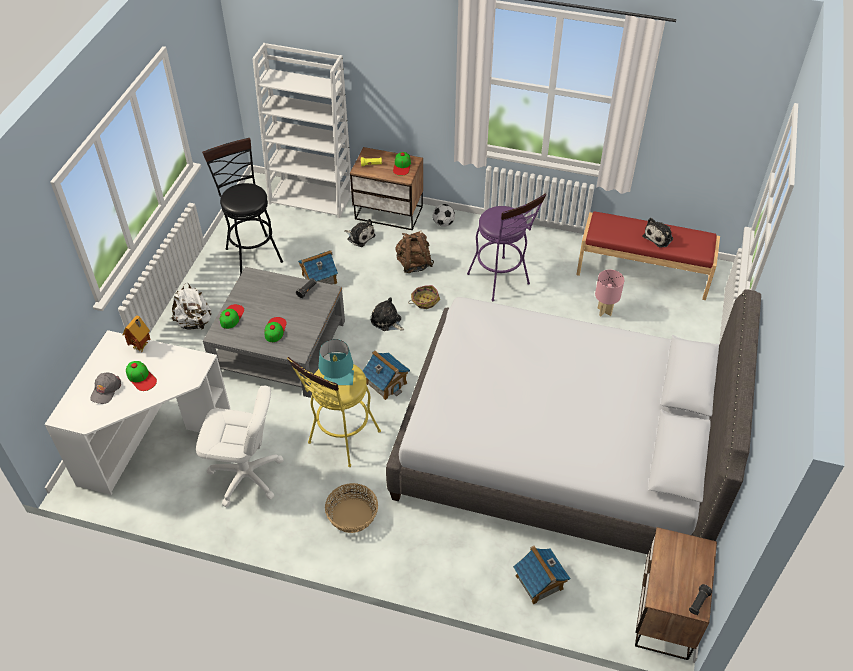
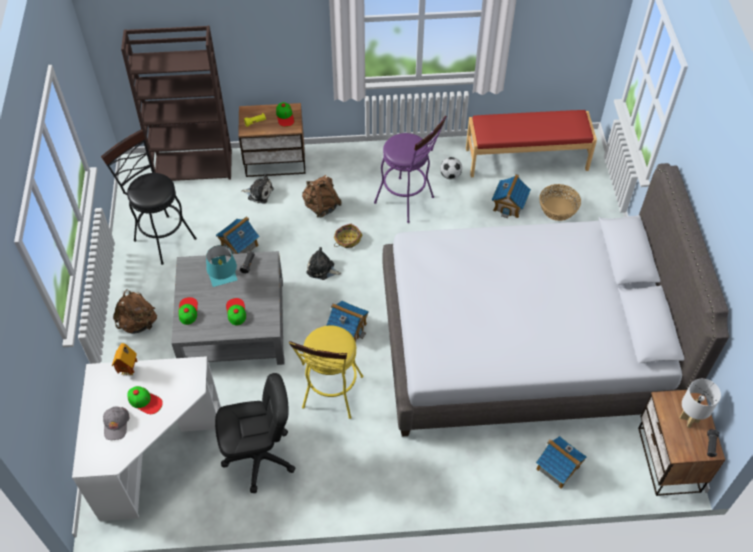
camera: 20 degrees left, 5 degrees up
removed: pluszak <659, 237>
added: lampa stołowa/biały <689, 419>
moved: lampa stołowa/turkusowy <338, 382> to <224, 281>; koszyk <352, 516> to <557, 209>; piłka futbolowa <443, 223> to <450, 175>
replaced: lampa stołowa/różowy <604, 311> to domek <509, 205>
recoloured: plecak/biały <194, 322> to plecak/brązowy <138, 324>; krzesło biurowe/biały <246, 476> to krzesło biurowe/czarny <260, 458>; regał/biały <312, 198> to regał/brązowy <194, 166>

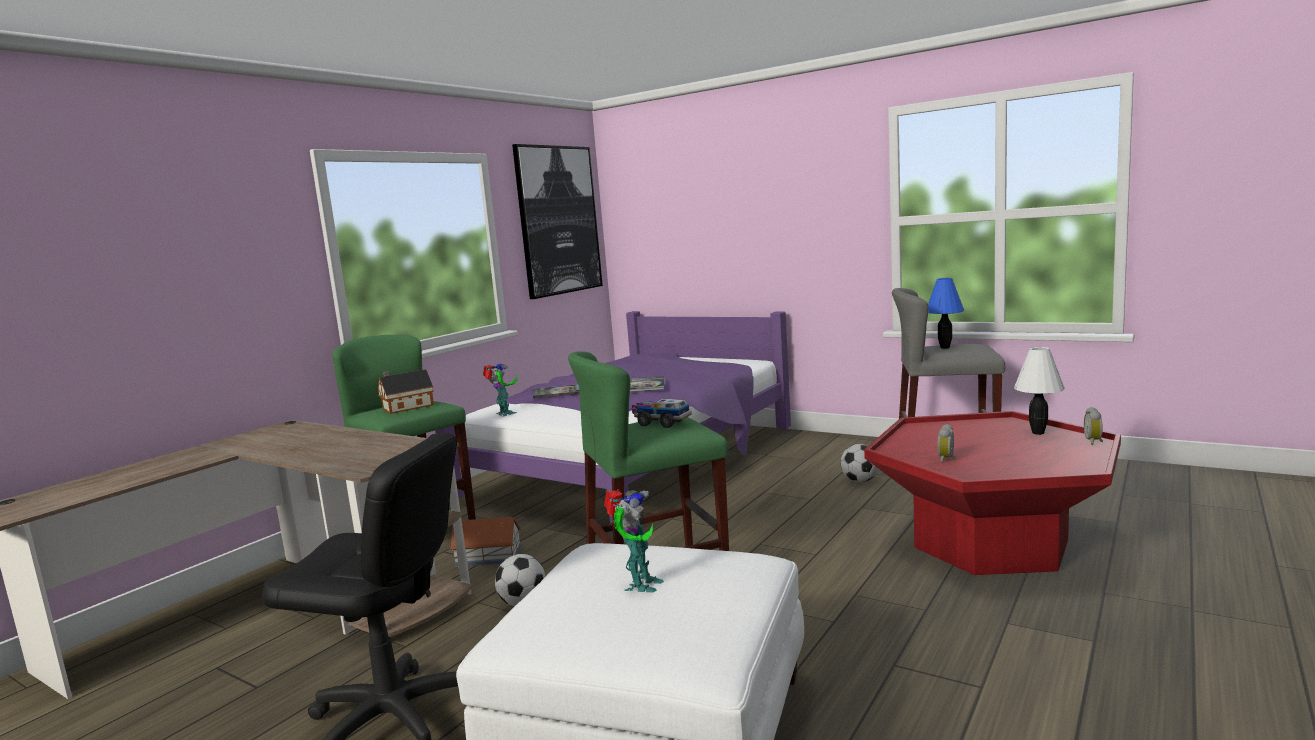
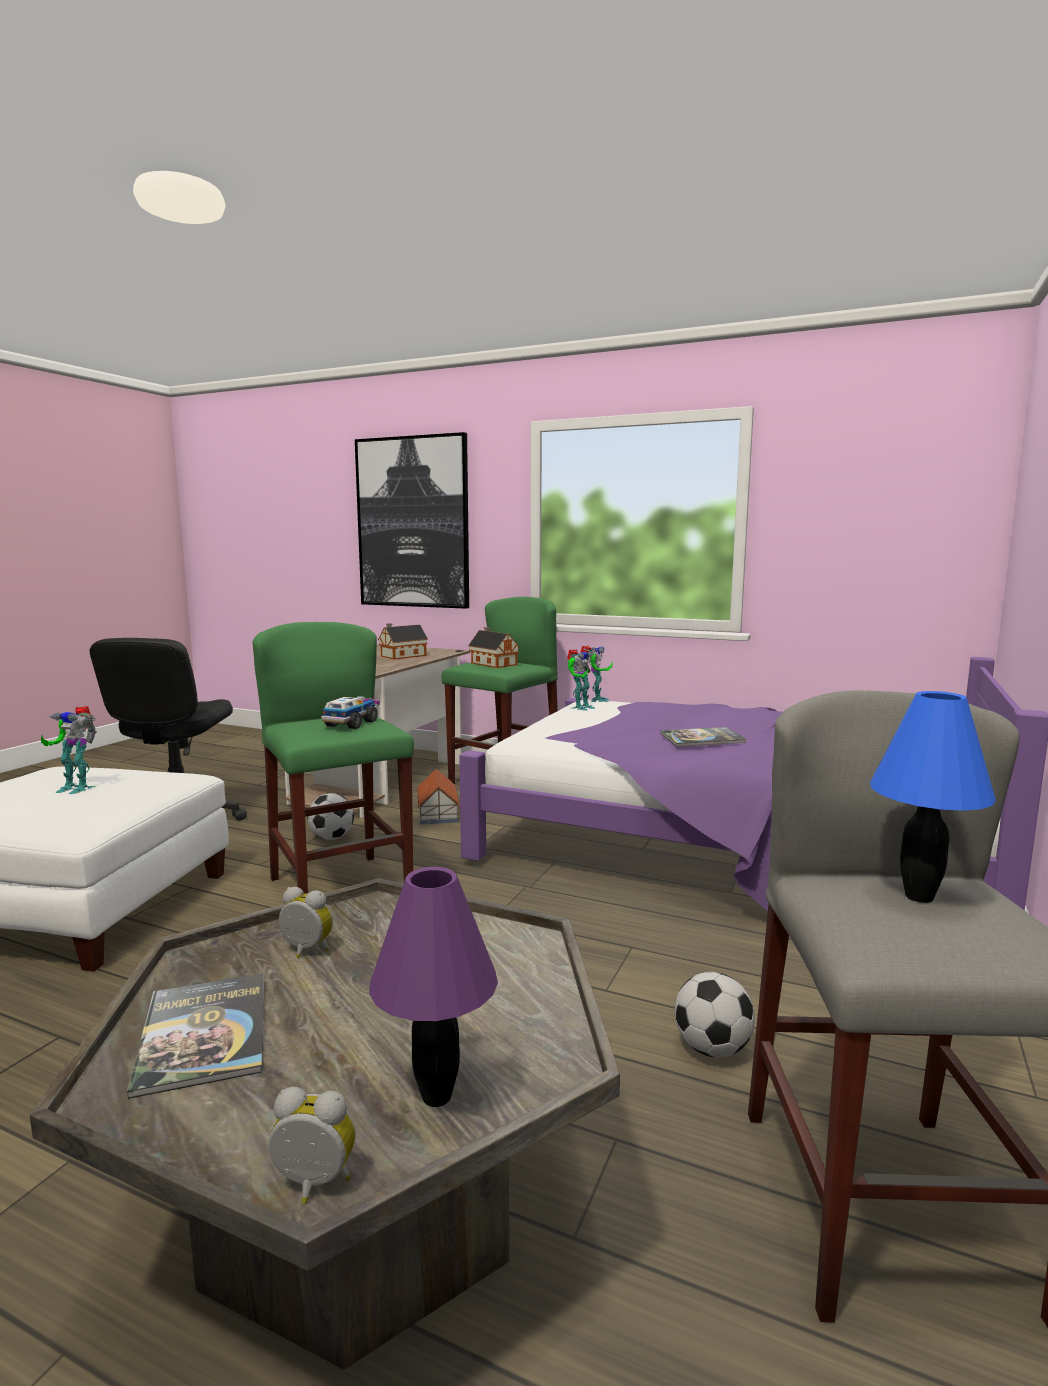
camera: 80 degrees right, 0 degrees up
added: domek <401, 656>; robot zabawkowy <596, 700>
moved: obraz <558, 220> to <413, 523>; książka <557, 392> to <204, 1033>
recoloured: ława/czerwony <991, 544> to ława/szary <363, 1203>; lampa stołowa/biały <1038, 433> to lampa stołowa/fioletowy <436, 1097>

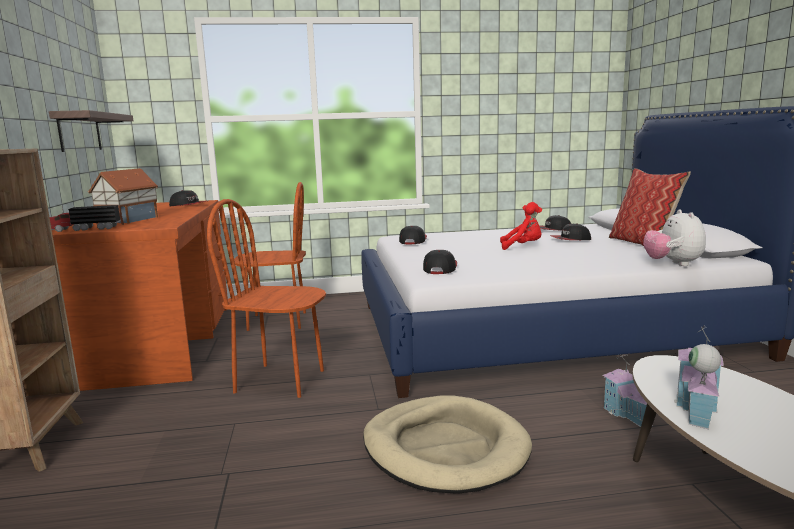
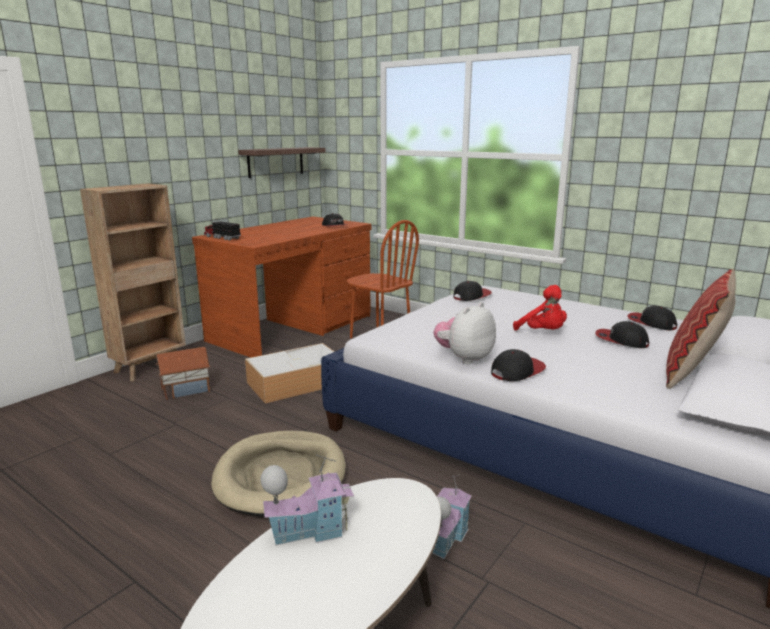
camera: 45 degrees right, 5 degrees up
moved: domek <127, 220> to <185, 390>; czapka z daszkiem <439, 268> to <517, 371>; pluszak <672, 264> to <464, 358>
replaced: krzesło/brązowy <280, 380> to pojemnik do przechowywania <297, 382>

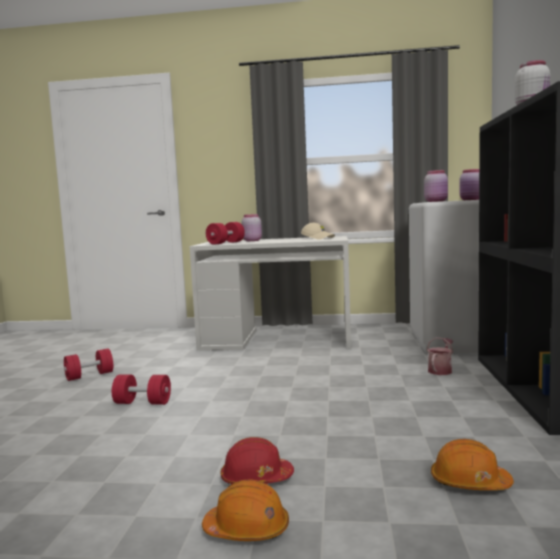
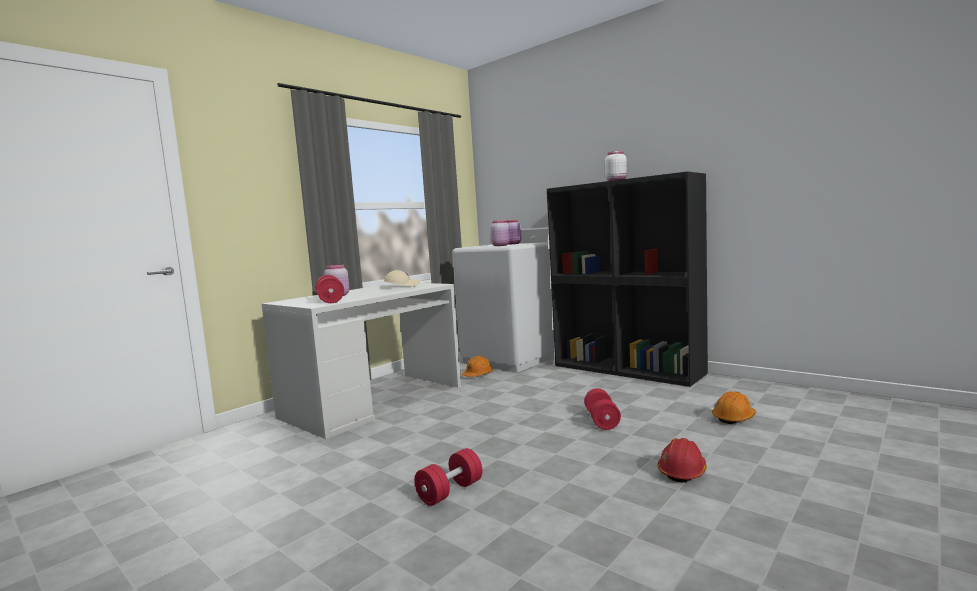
camera: 55 degrees left, 0 degrees up
removed: konewka <441, 370>
moved: hantel/czerwony <89, 376> to <602, 421>; kask/pomarańczowy <247, 529> to <478, 375>

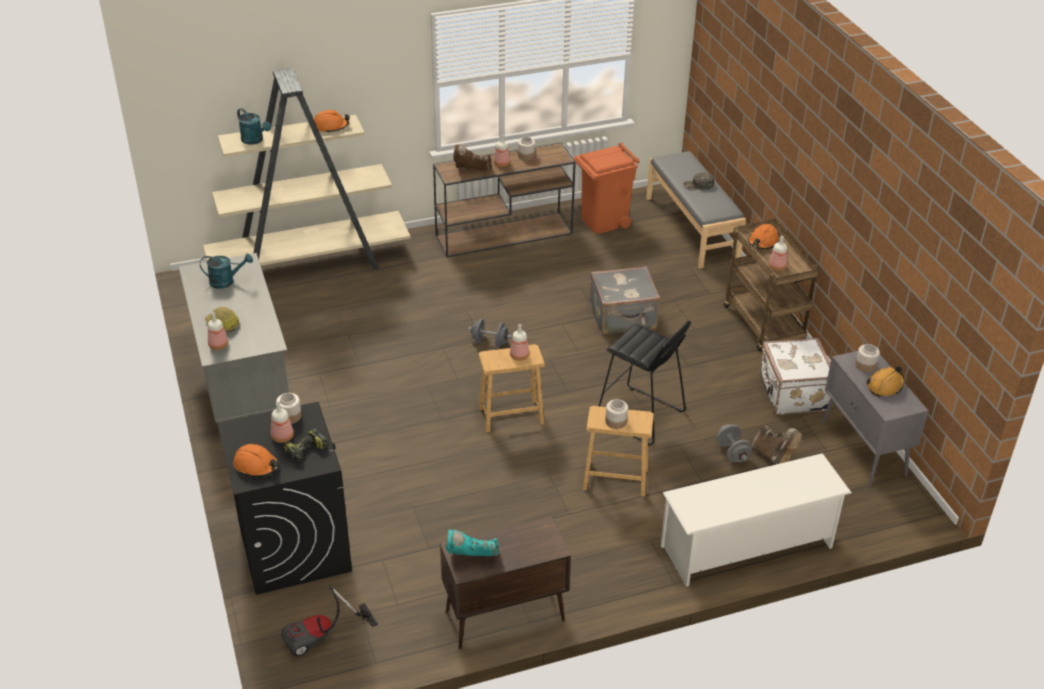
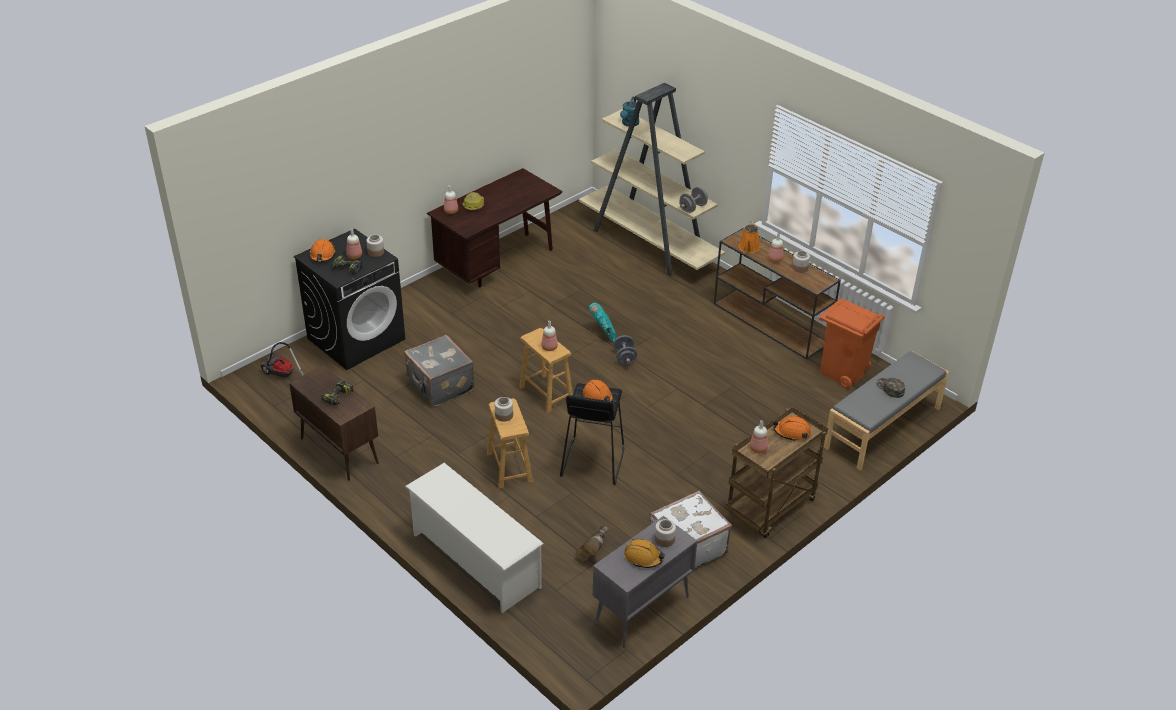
camera: 65 degrees right, 0 degrees up
removed: konewka/turkusowy <226, 281>
added: wiertarka <338, 398>
moved: kask/pomarańczowy <330, 127> to <598, 397>; but z cholewką/turkusowy <470, 558> to <604, 333>; walizka/szary <623, 318> to <439, 386>; hantel/szary <732, 452> to <693, 208>
replaced: but z cholewką/brązowy <471, 172> to konewka/pomarańczowy <749, 248>
recoloured: biurko/szary <242, 382> to biurko/brązowy <497, 263>

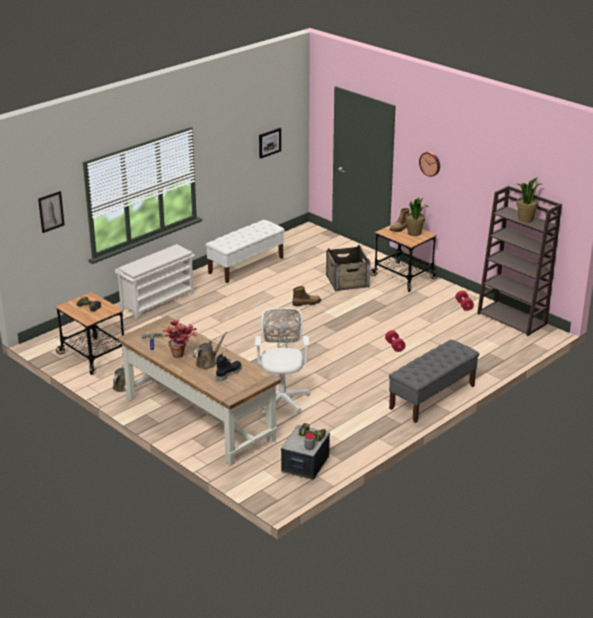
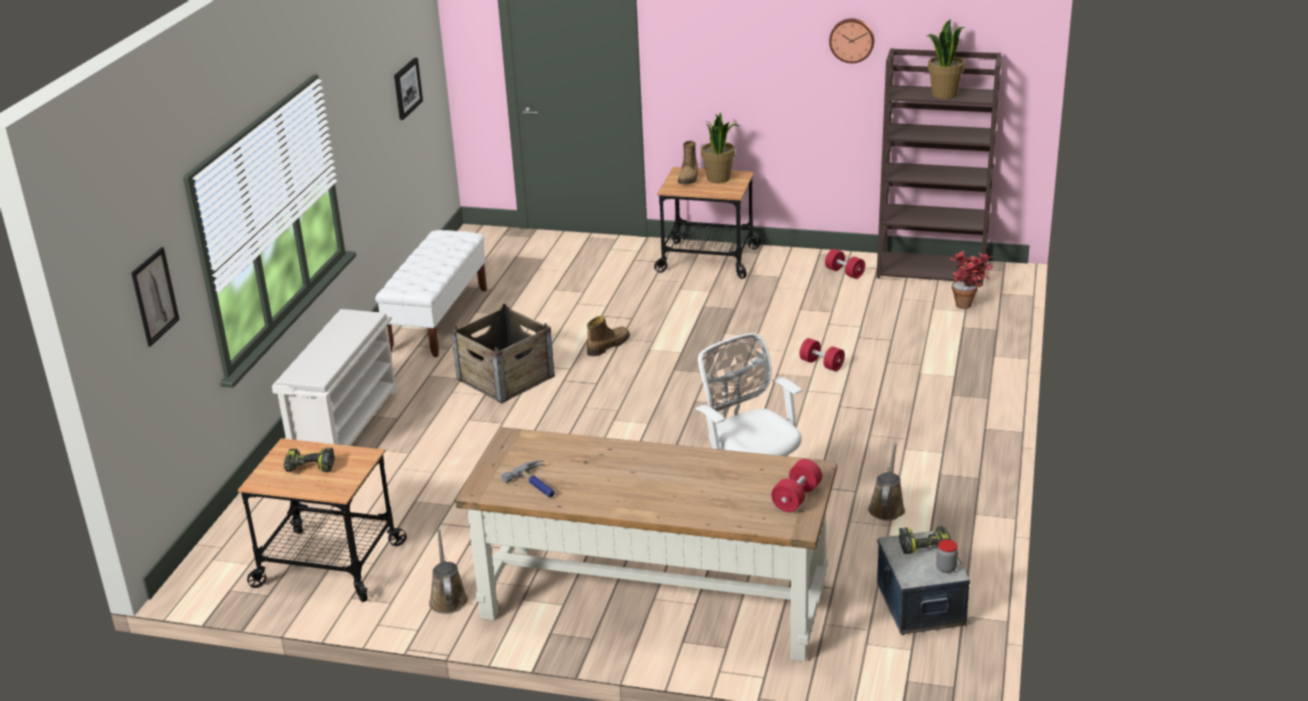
camera: 30 degrees left, 0 degrees up
removed: but z cholewką/czarny <228, 373>; ławka/szary <432, 397>
added: hantel/czerwony <796, 498>
moved: roślina doniczkowa <181, 356> to <969, 305>; konewka/brązowy <207, 363> to <887, 507>; skrzynka <347, 280> to <505, 377>; zegar ścienny <430, 163> to <852, 40>

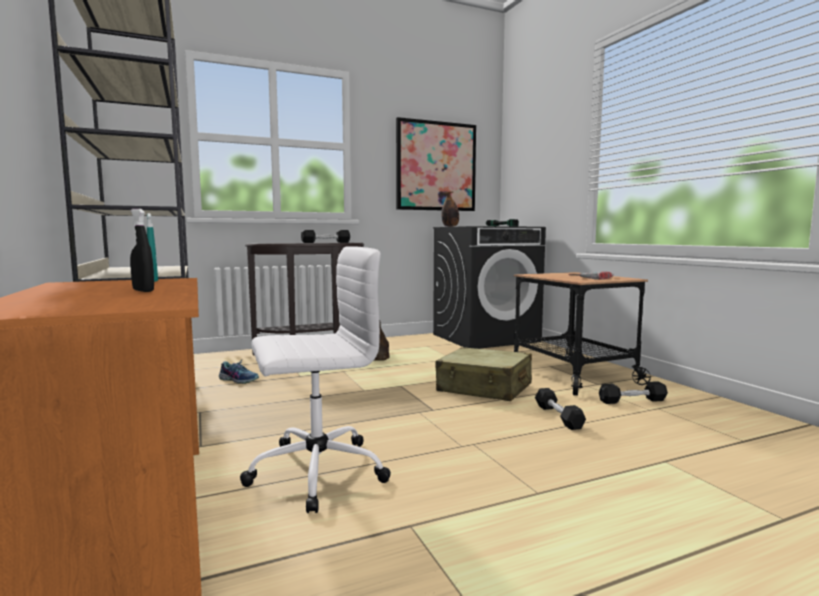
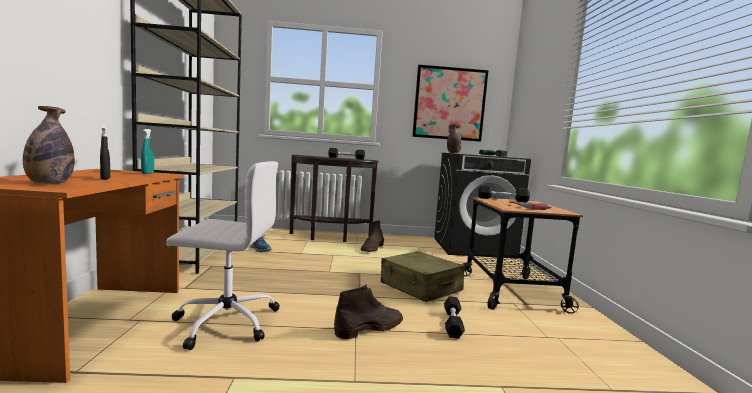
camera: 20 degrees right, 0 degrees up
added: butelka <49, 183>; but z cholewką/brązowy <370, 328>
moved: hantel/czarny <632, 401> to <502, 199>

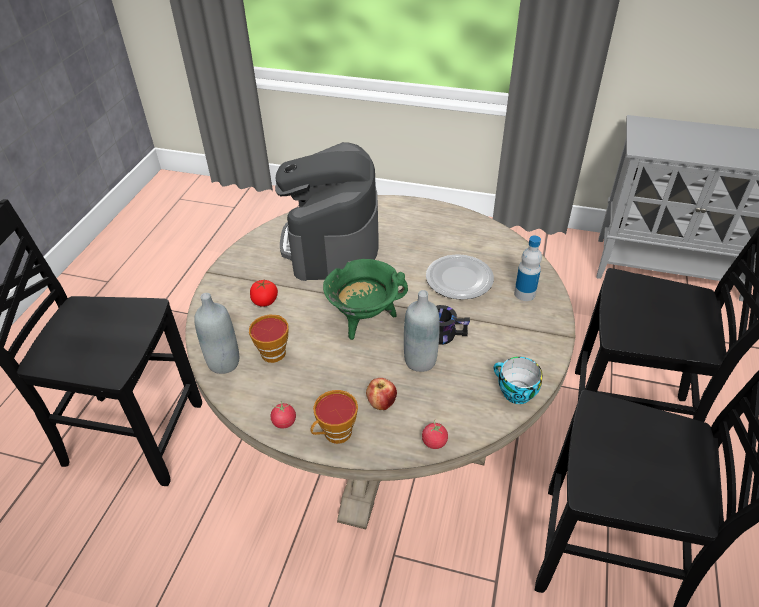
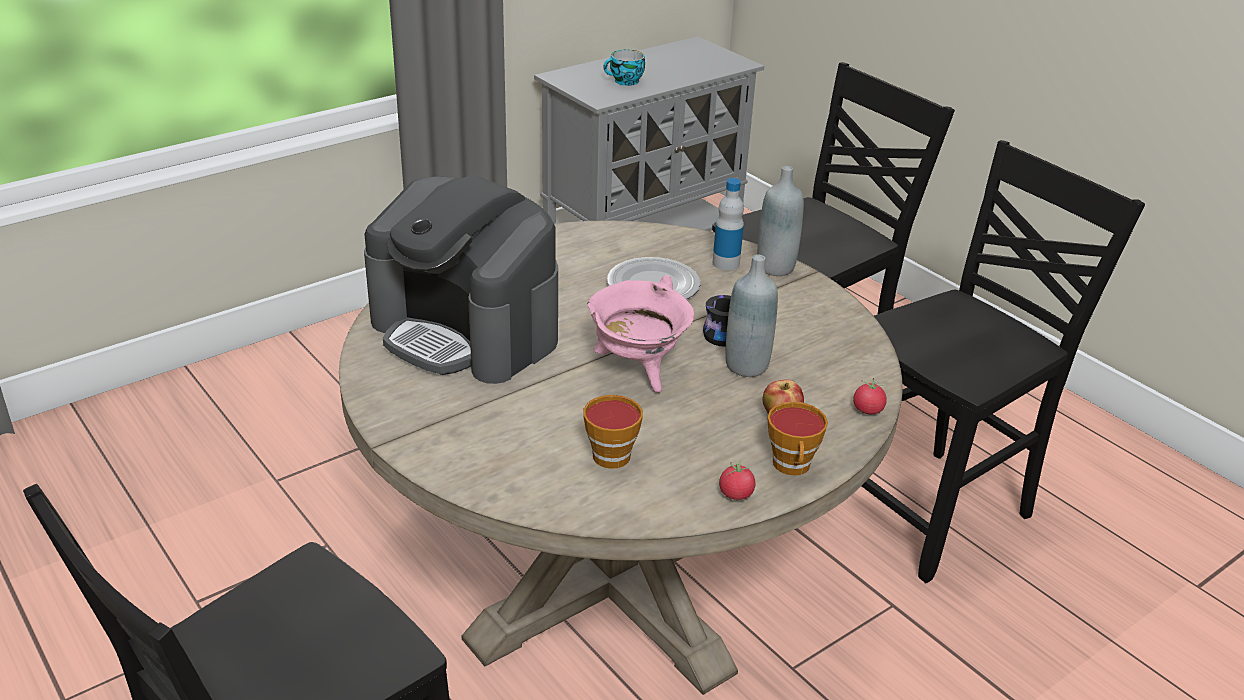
camera: 55 degrees left, 10 degrees down
removed: pomidor <265, 301>
moved: butelka/szary <224, 363> to <775, 267>; filiżanka <514, 392> to <625, 82>
recoloured: garnek/zielony <364, 320> to garnek/różowy <638, 370>

